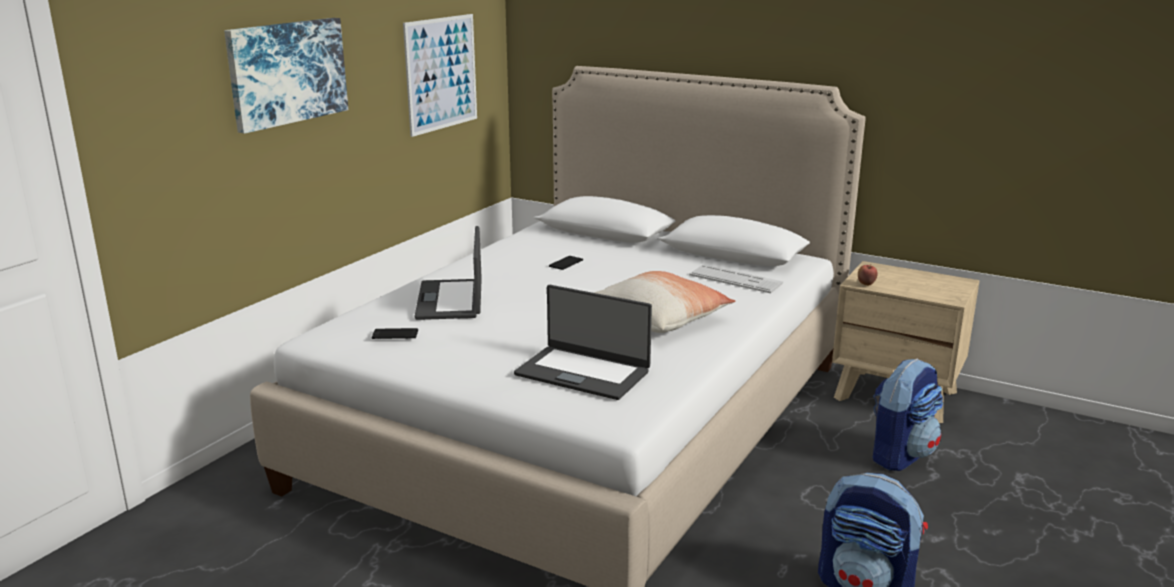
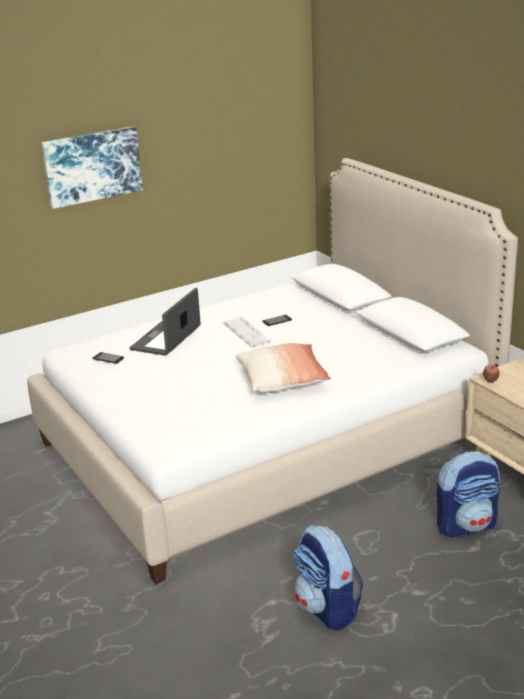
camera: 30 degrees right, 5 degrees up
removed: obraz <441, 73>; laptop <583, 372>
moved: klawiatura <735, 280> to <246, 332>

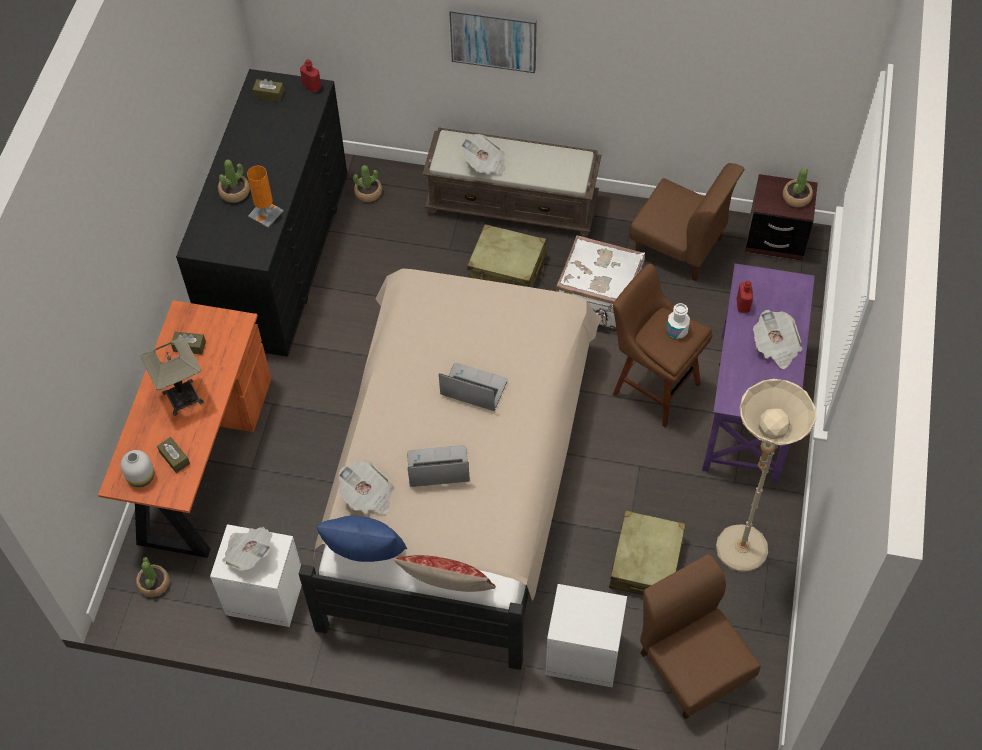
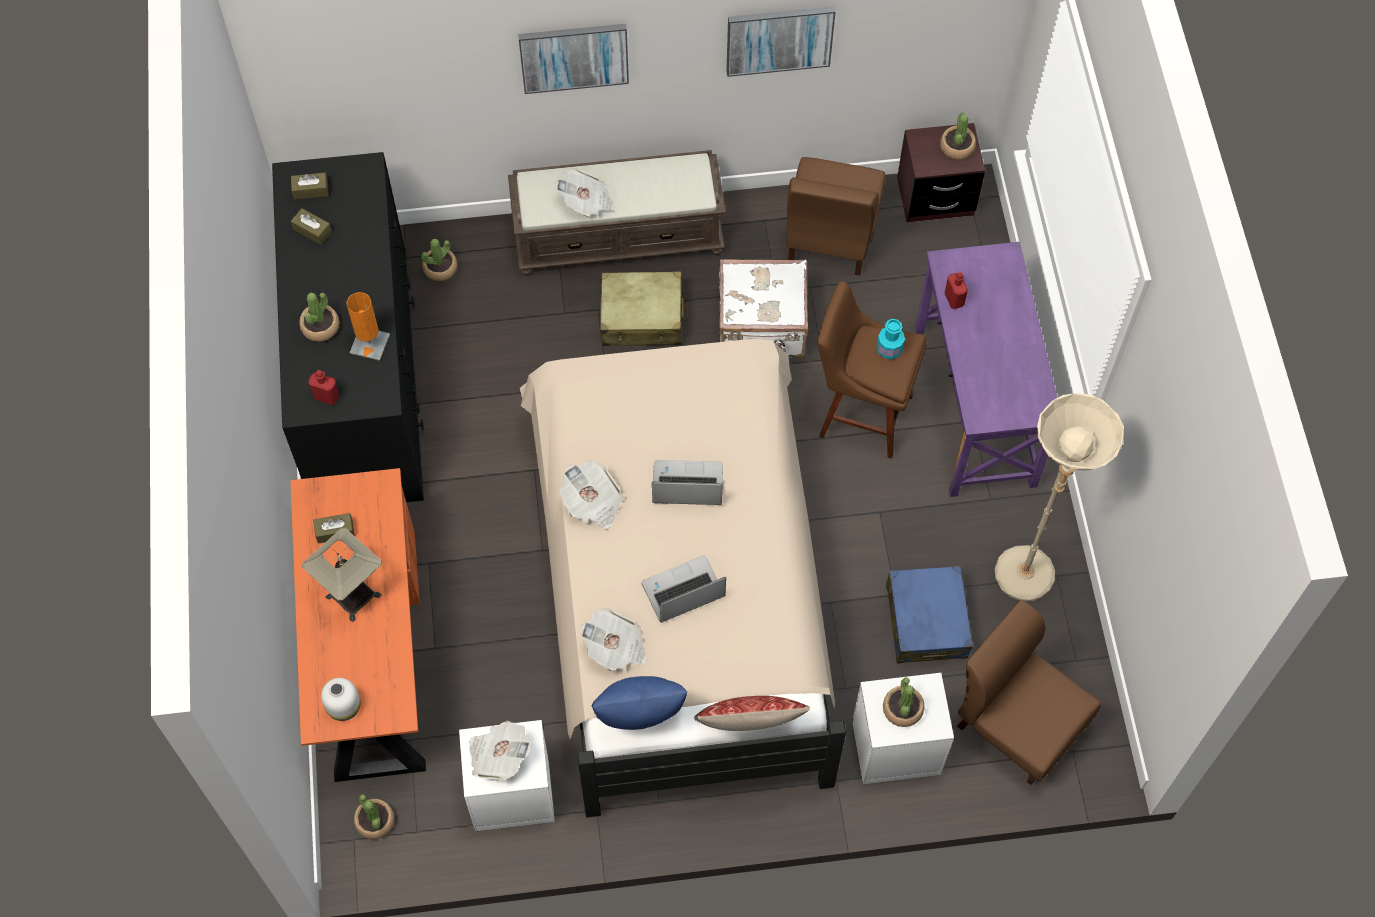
camera: 20 degrees left, 5 degrees up
added: obraz <779, 39>; roślina doniczkowa <902, 709>
moved: pudełko chusteczek/brązowy <174, 458> to <312, 230>; butelka/czerwony <312, 87> to <326, 397>; gazeta <775, 347> to <592, 503>
recoloured: walizka/beżowy <646, 562> to walizka/niebieski <926, 621>; butelka/biały <677, 330> to butelka/turkusowy <889, 349>
turned: krzesło/brązowy <679, 246> = <830, 236> 90 degrees clockwise

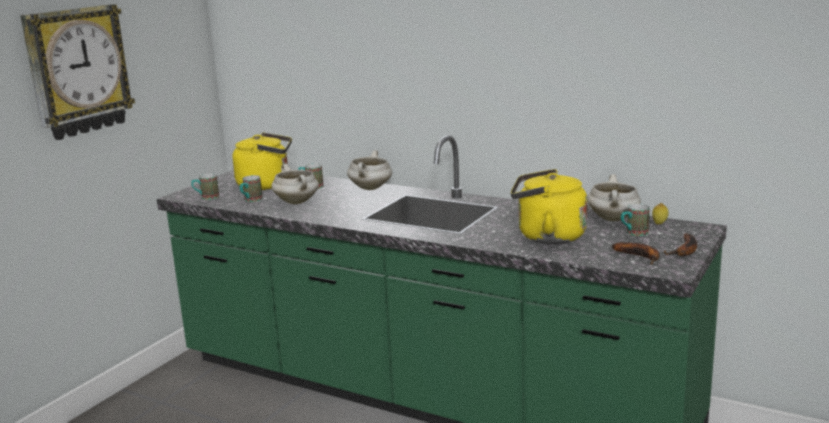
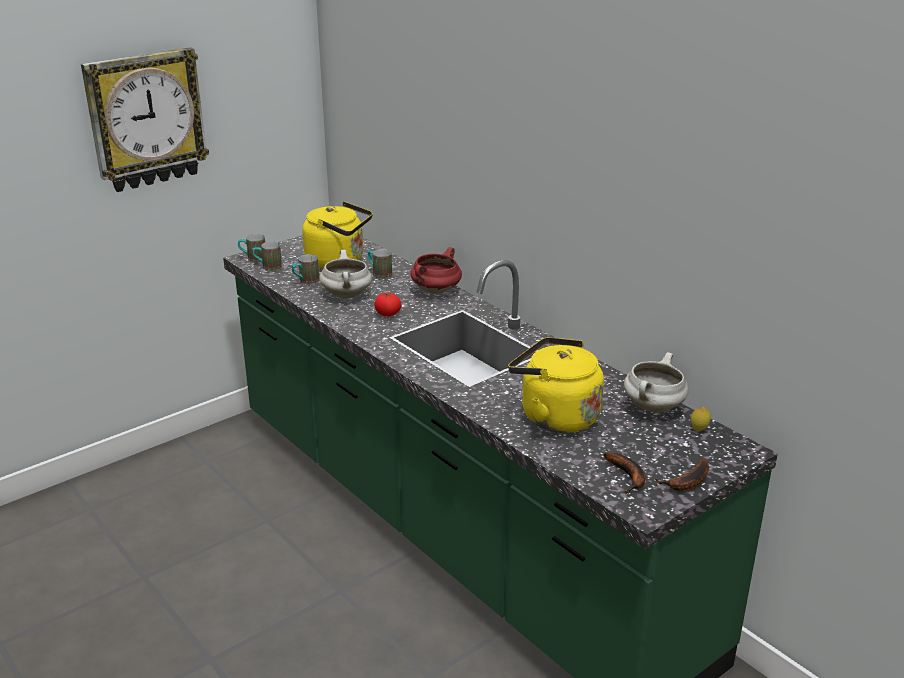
camera: 20 degrees right, 10 degrees up
added: pomidor <387, 314>
moved: kubek <633, 233> to <253, 259>
recoloured: garnek/biały <371, 188> to garnek/czerwony <436, 291>

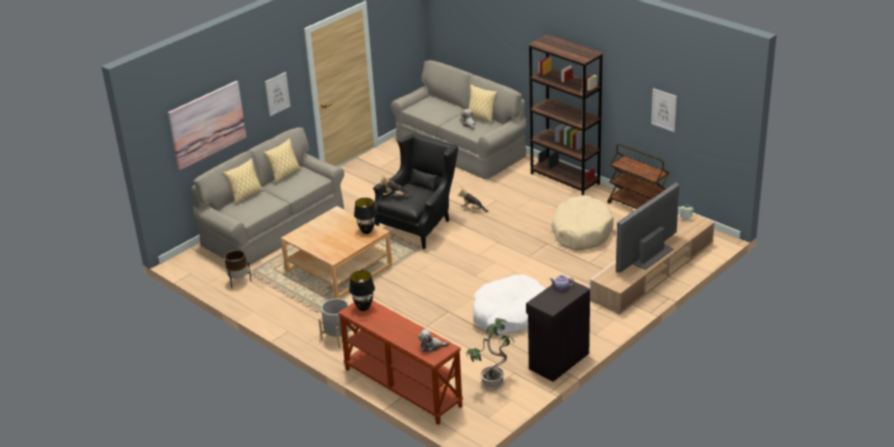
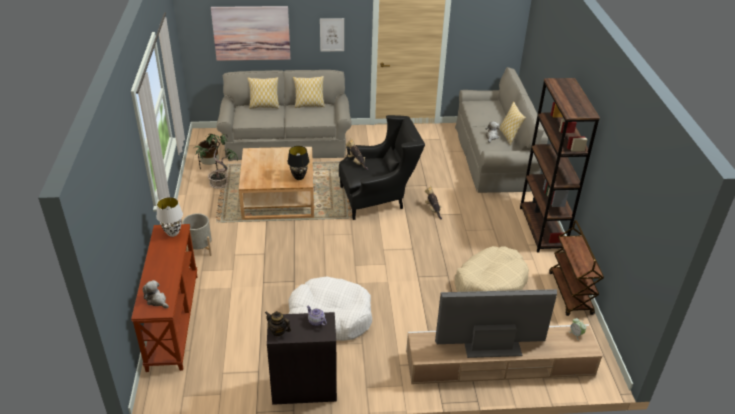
camera: 40 degrees right, 5 degrees up
removed: obraz <664, 110>
added: imbryk <278, 331>
moved: roślina doniczkowa <492, 382> to <219, 183>
recoloured: lampa stołowa/czarny <364, 308> to lampa stołowa/biały <173, 233>

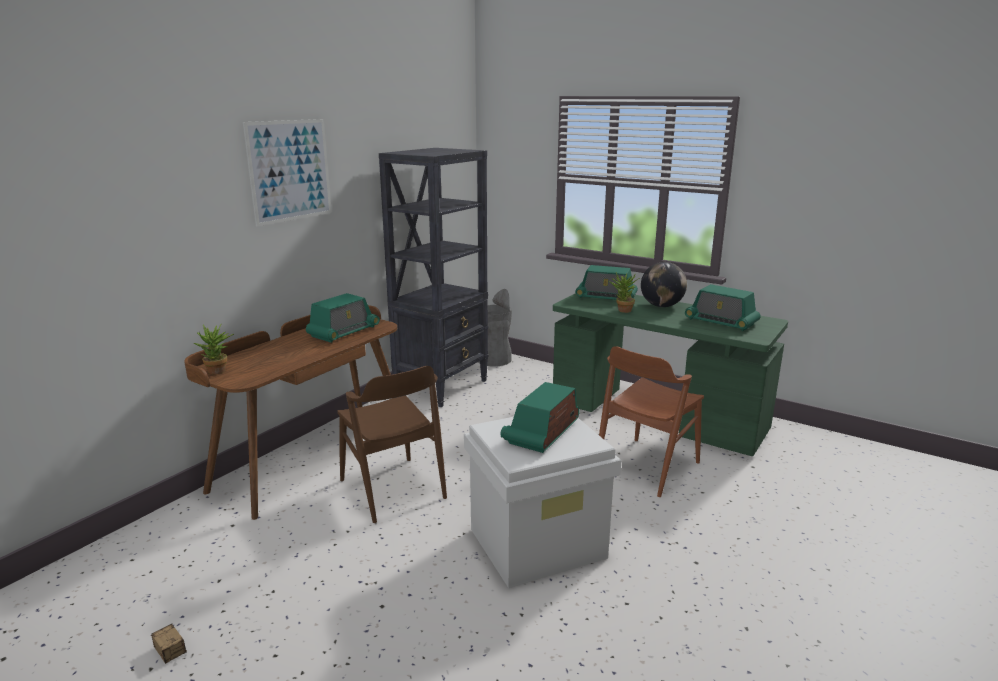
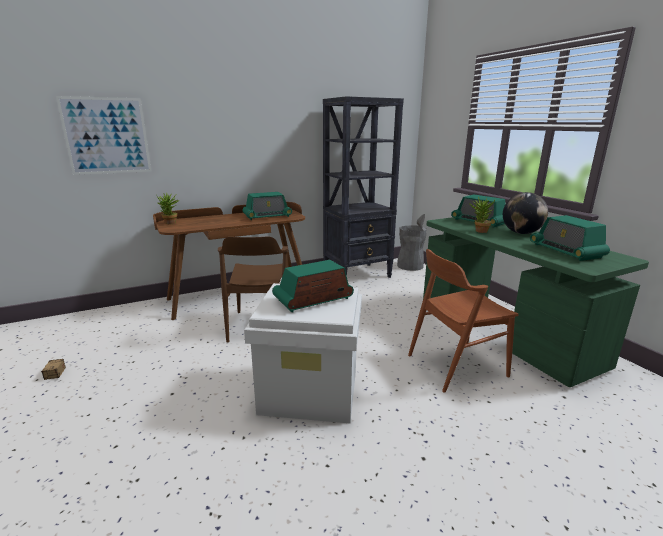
camera: 30 degrees right, 0 degrees up
moved: obraz <290, 171> to <107, 136>

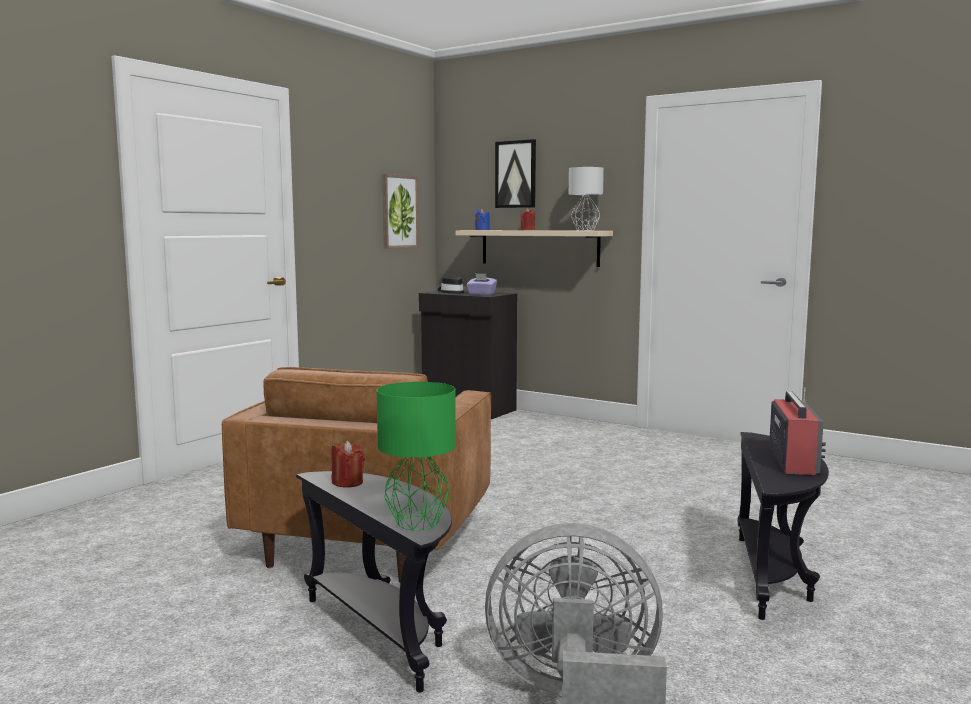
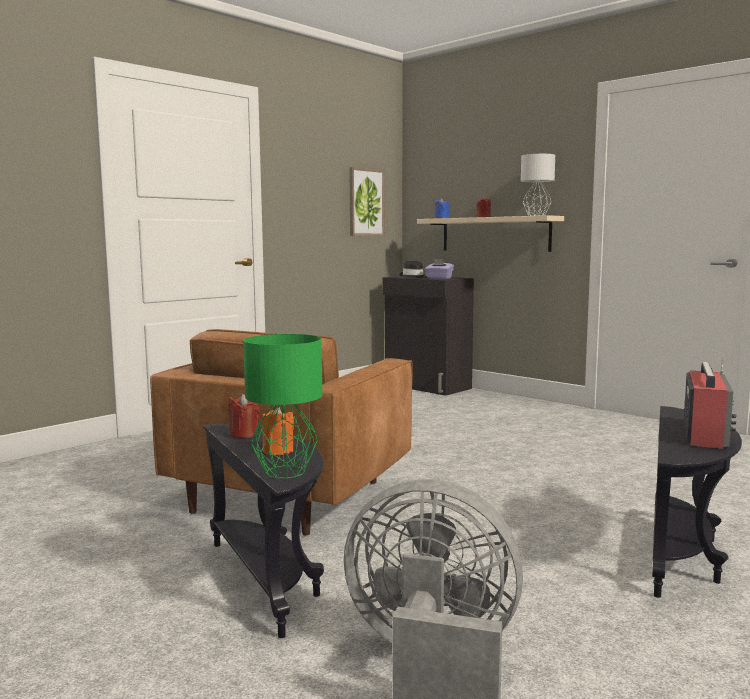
camera: 10 degrees right, 0 degrees up
removed: obraz <516, 174>
added: świeca/pomarańczowy <278, 451>

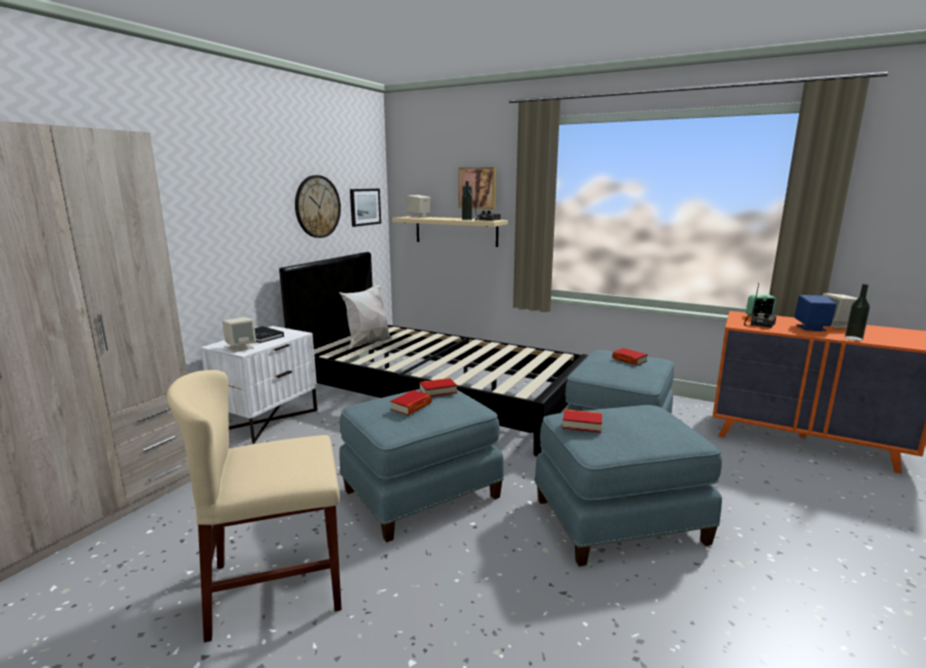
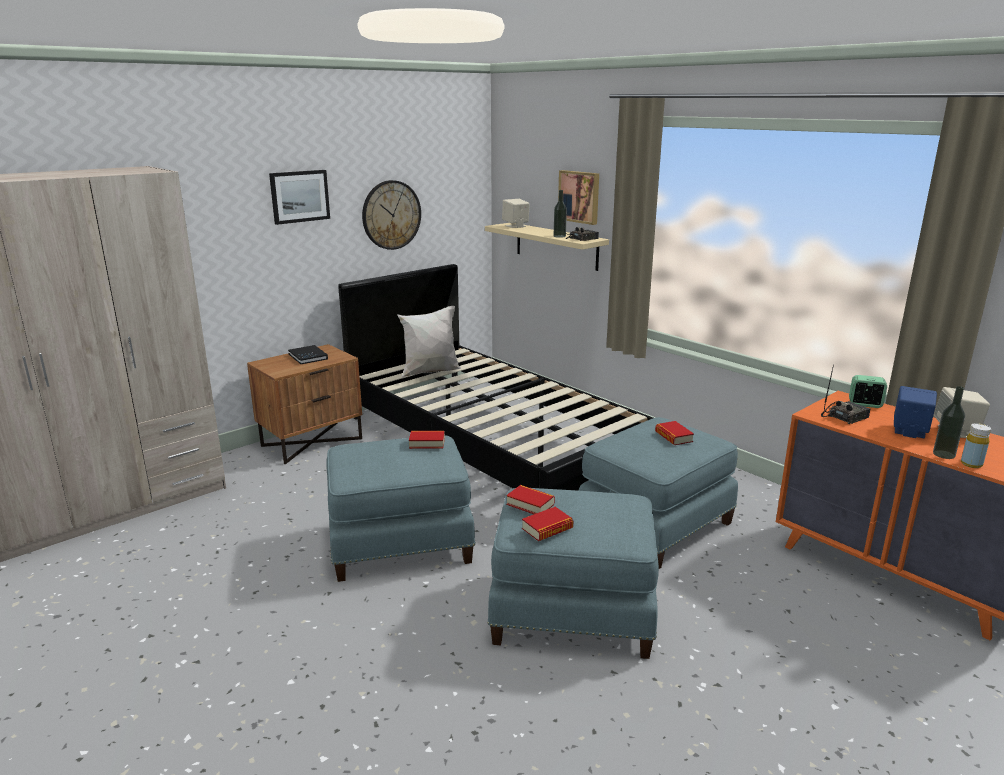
camera: 20 degrees right, 5 degrees up
removed: krzesło/beżowy <276, 586>; głośnik/beżowy <241, 347>
added: butelka/żółty <971, 464>
moved: obraz <365, 207> to <299, 196>; książka <411, 406> to <547, 528>
recoloured: szafka nocna/biały <268, 420> to szafka nocna/brązowy <312, 442>

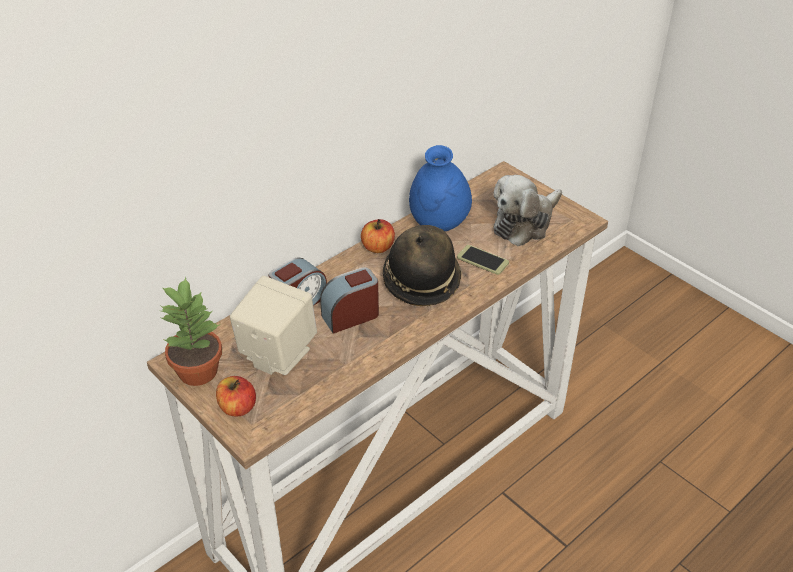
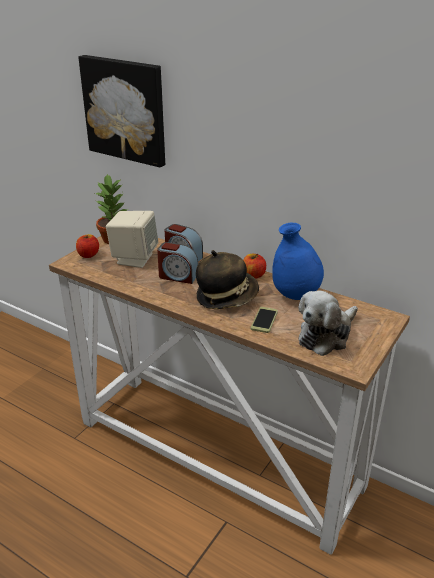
camera: 75 degrees right, 10 degrees down
added: obraz <125, 110>
turned: budzik <350, 316> = <177, 276> 150 degrees clockwise; pluszak <525, 223> = <326, 335> 75 degrees counterclockwise

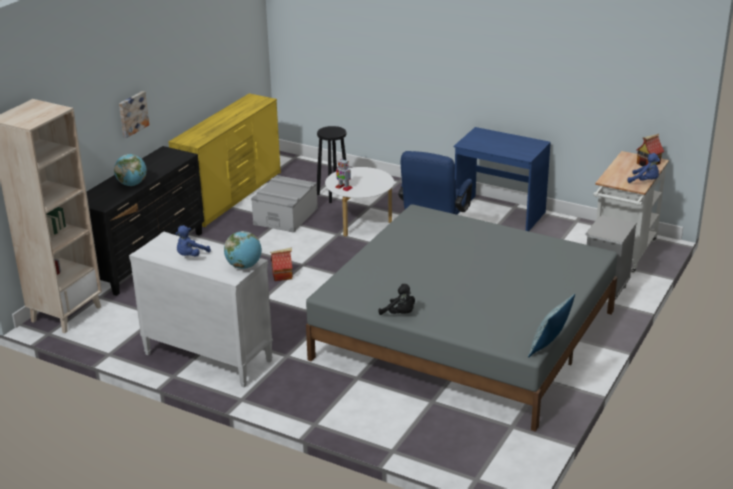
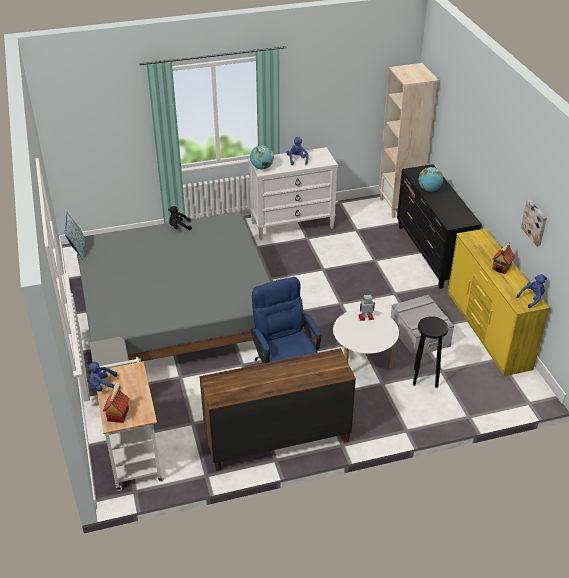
camera: 135 degrees right, 10 degrees up
added: pluszak/niebieski <532, 299>
moved: obraz <132, 114> to <535, 222>; domek <282, 276> to <501, 268>
replaced: biurko/niebieski <499, 214> to komoda/brązowy <277, 440>

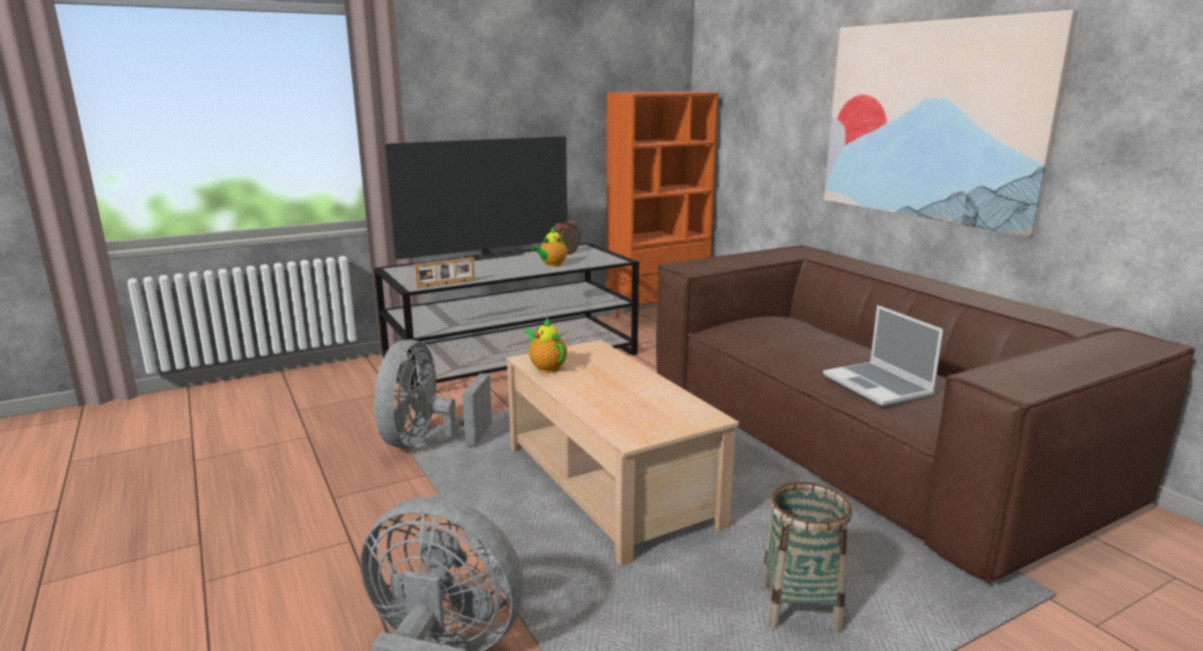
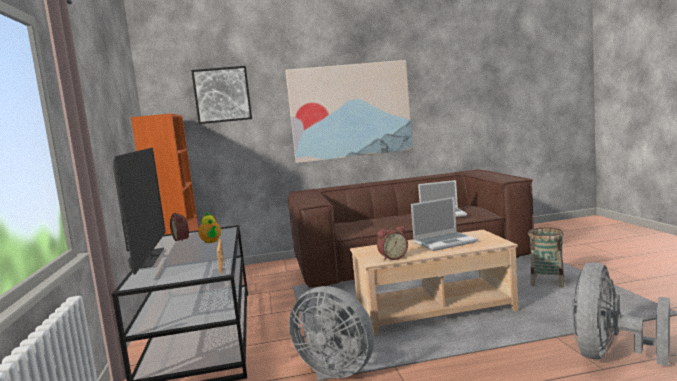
camera: 70 degrees left, 10 degrees down
added: obraz <222, 95>; laptop <445, 242>
replaced: imbryk <546, 367> to budzik <392, 257>

